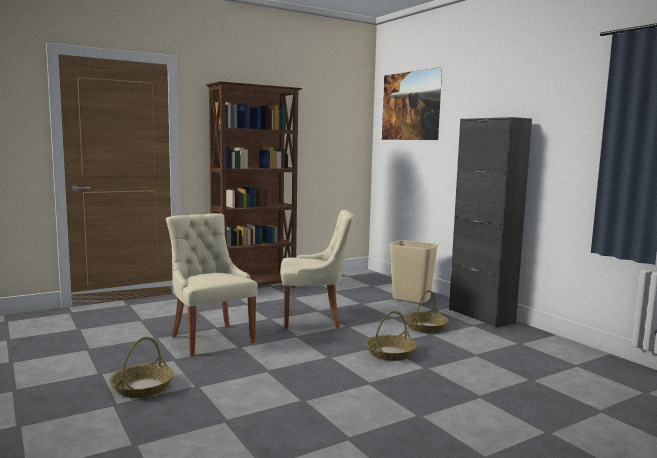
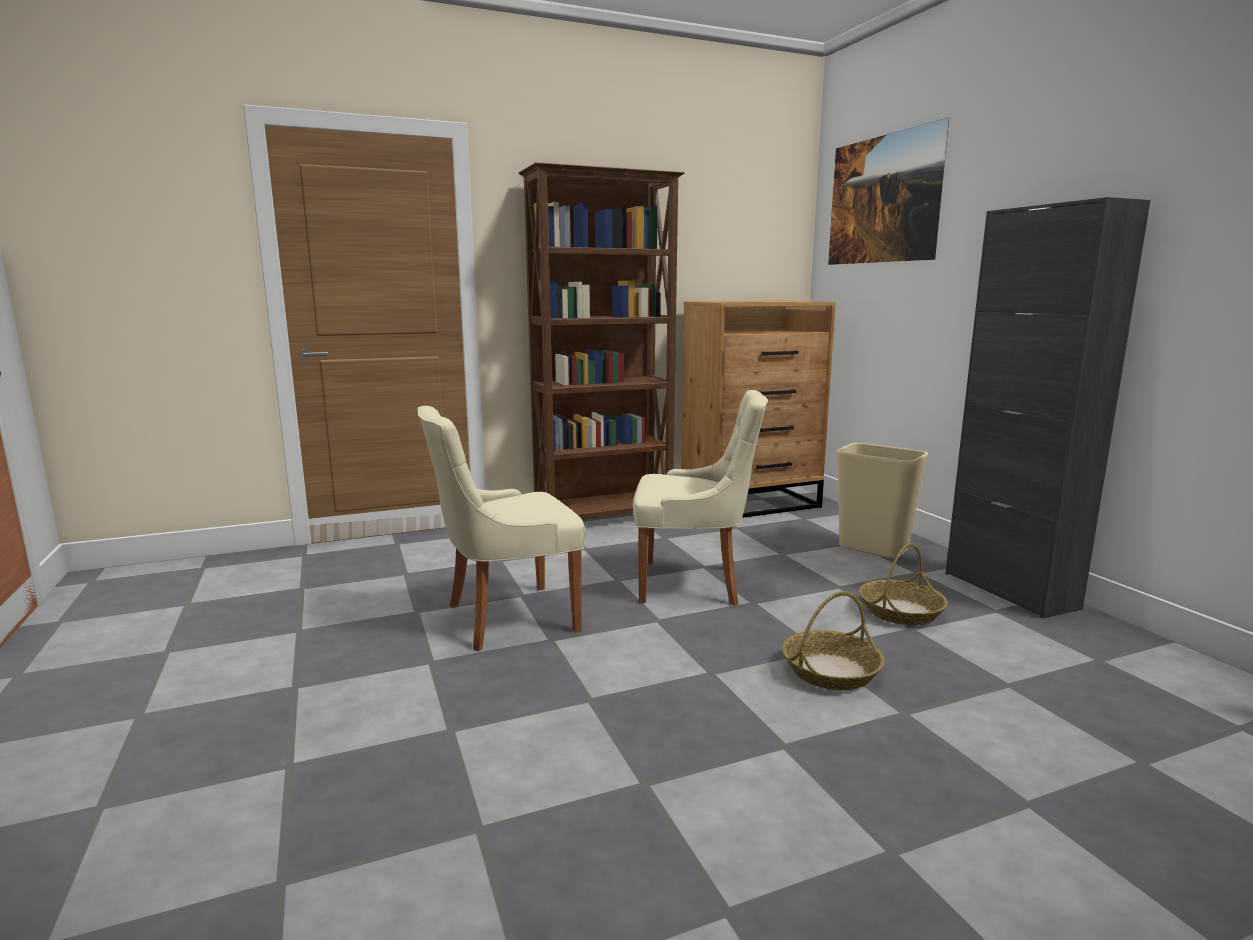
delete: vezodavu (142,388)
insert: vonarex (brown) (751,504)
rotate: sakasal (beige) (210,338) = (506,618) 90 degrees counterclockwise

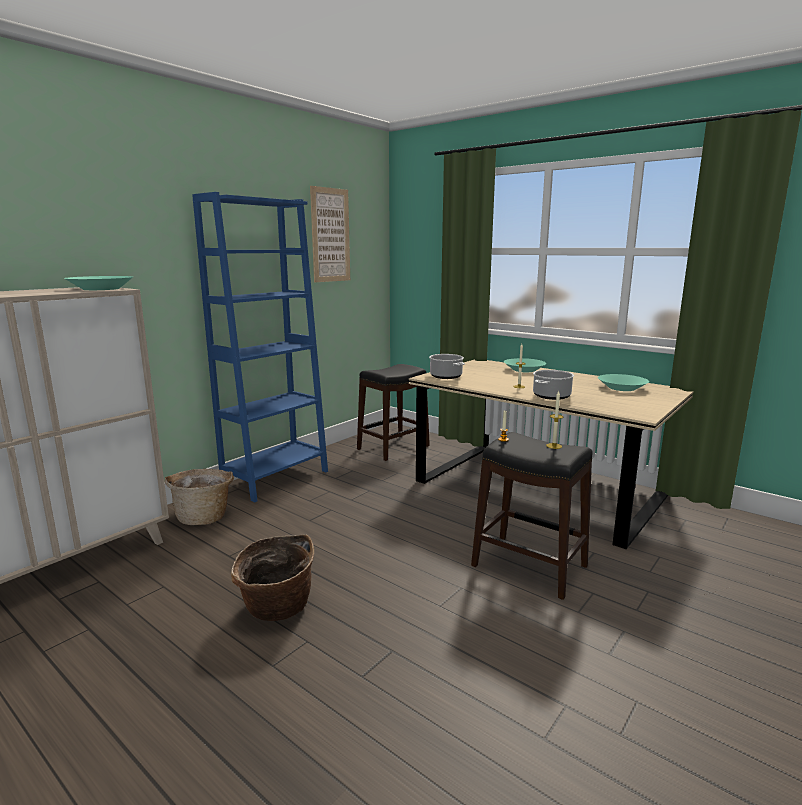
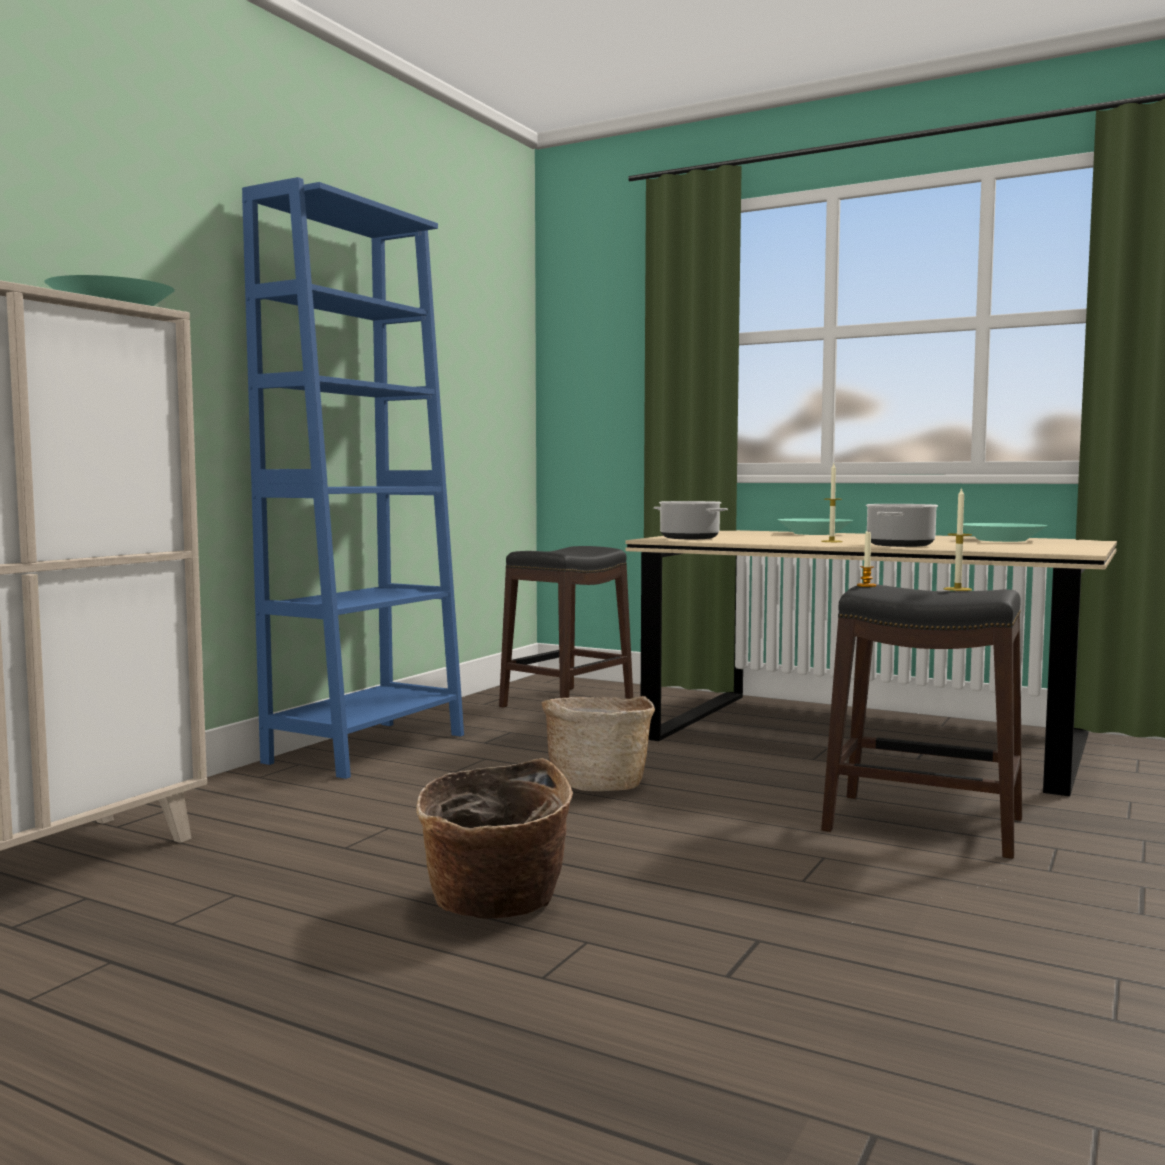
delete: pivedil (330,235)
move: vezodavu (204,517) to (598,785)

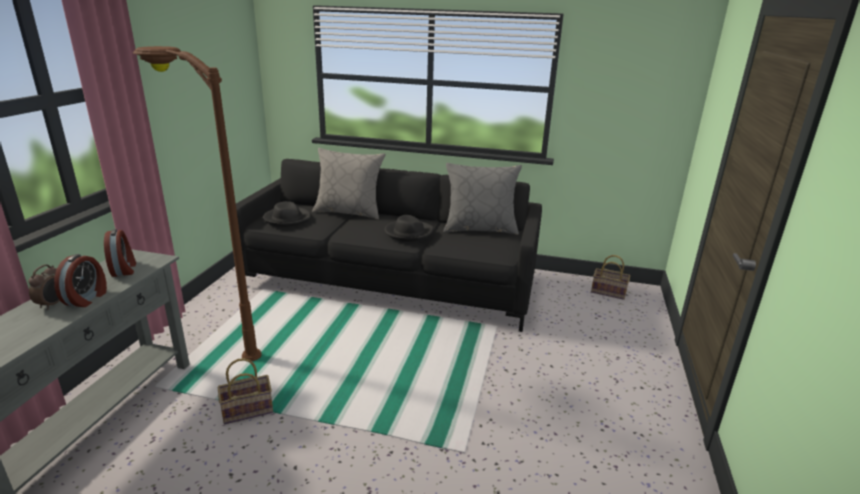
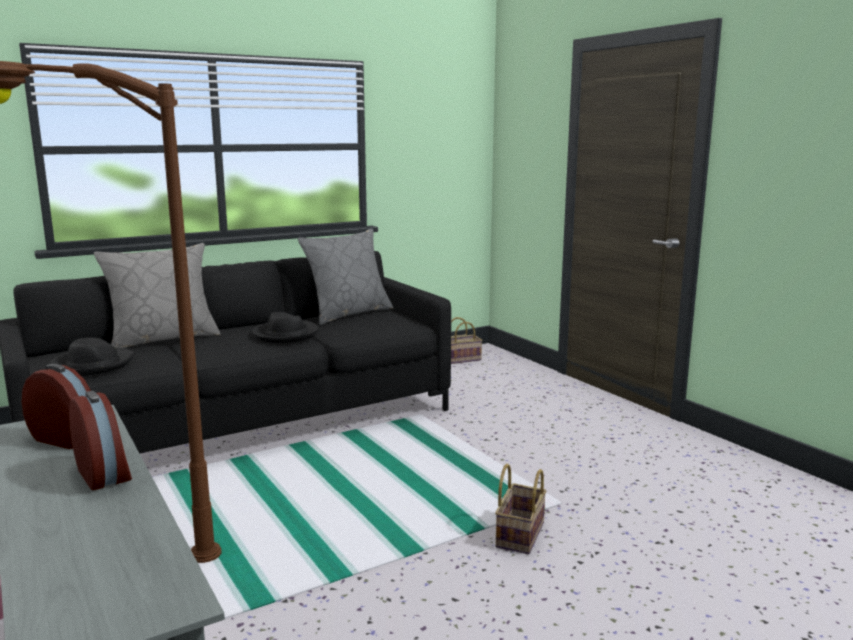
delete: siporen (52,304)
move: vezodavu (249,409) to (519,533)

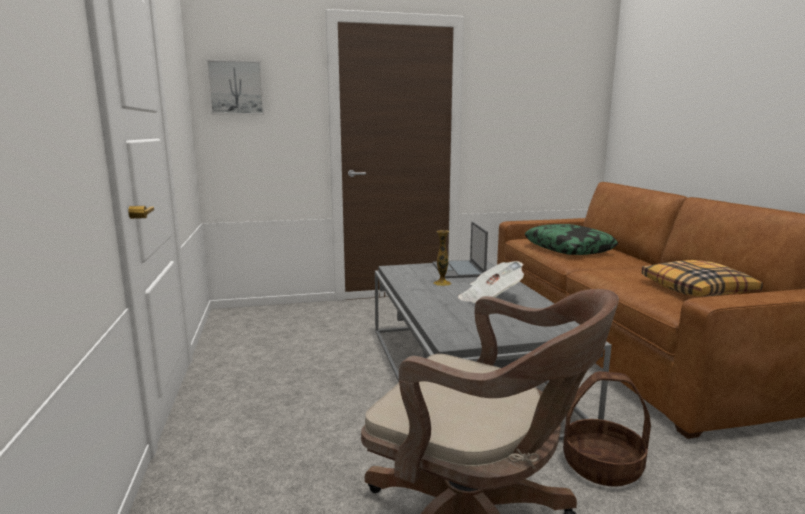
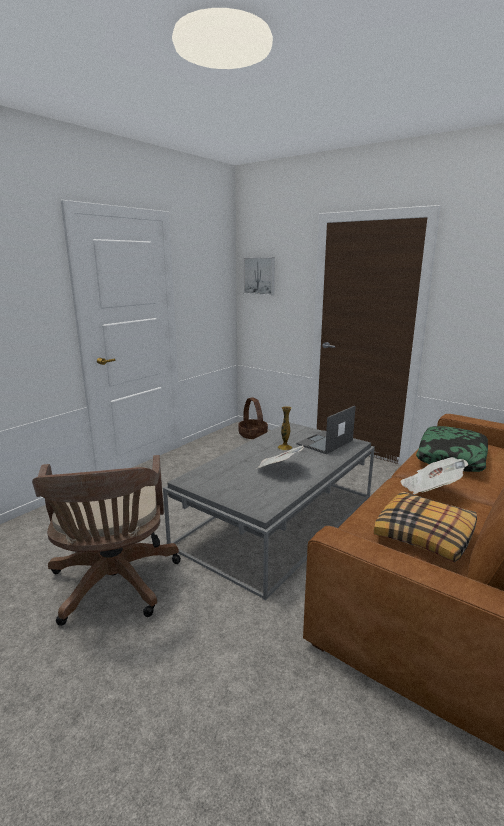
insert: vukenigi (430,489)
move: vezodavu (602,465) to (253,434)

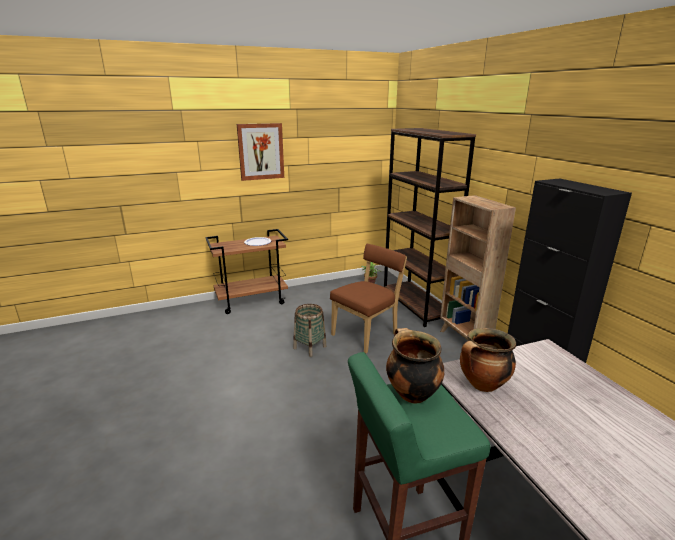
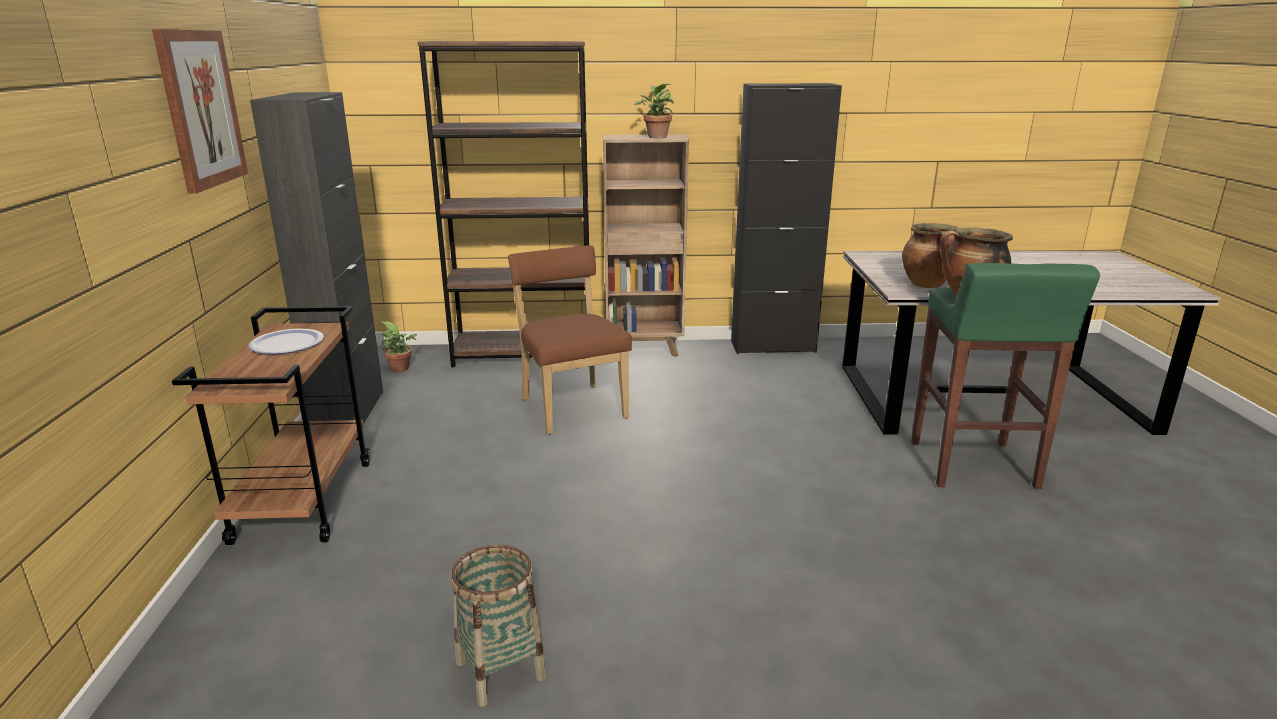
insert: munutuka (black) (349,413); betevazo (656,137)
move: vezodavu (310,347) to (500,669)

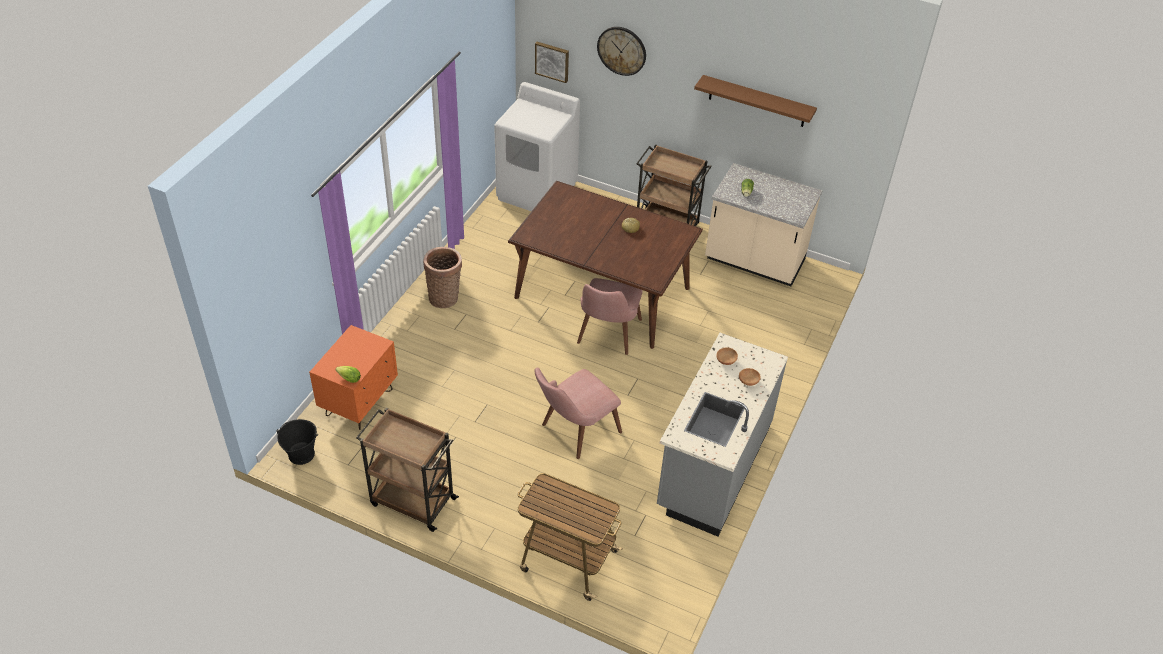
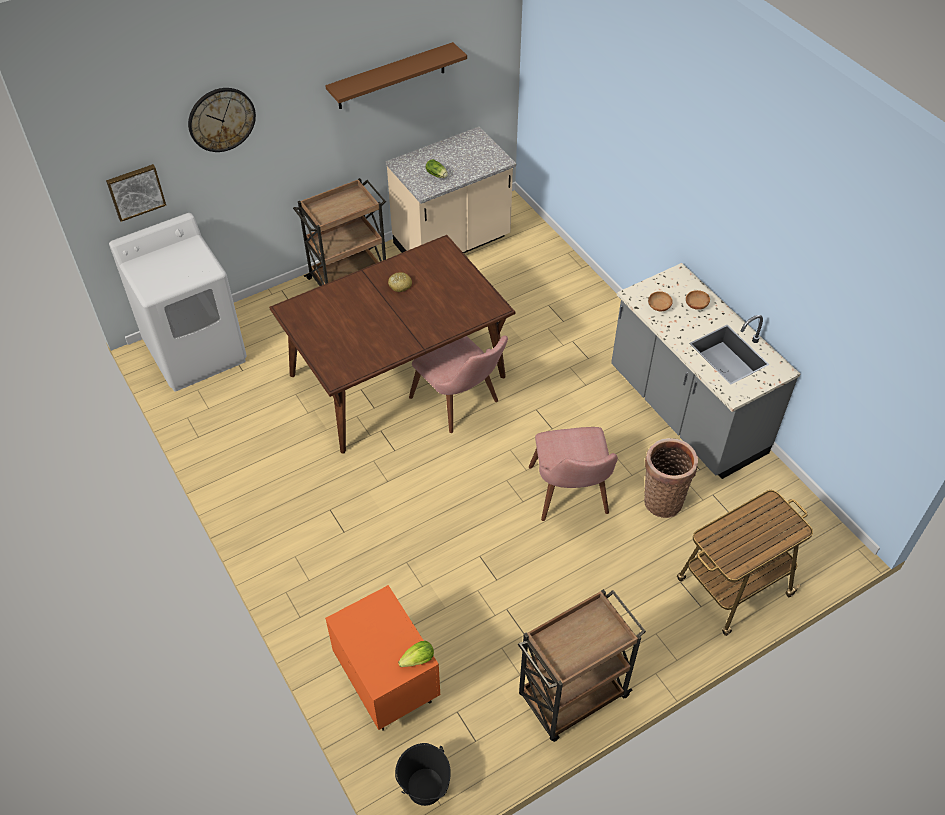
move: vezodavu (445,297) to (662,499)

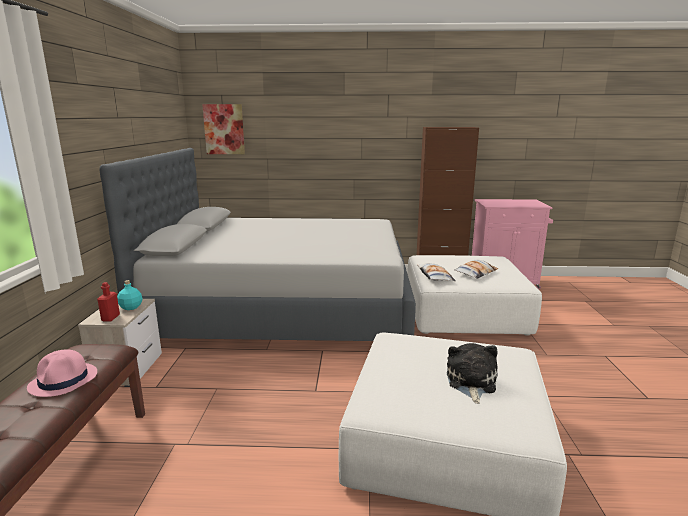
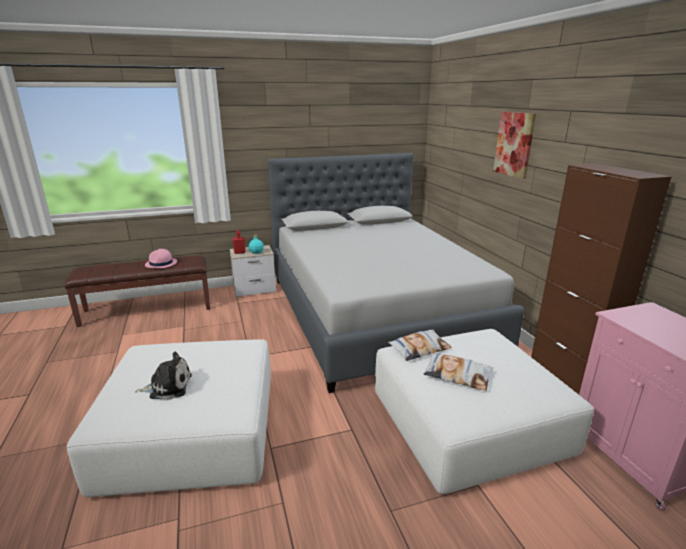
move: pivedil (224,129) to (514,144)

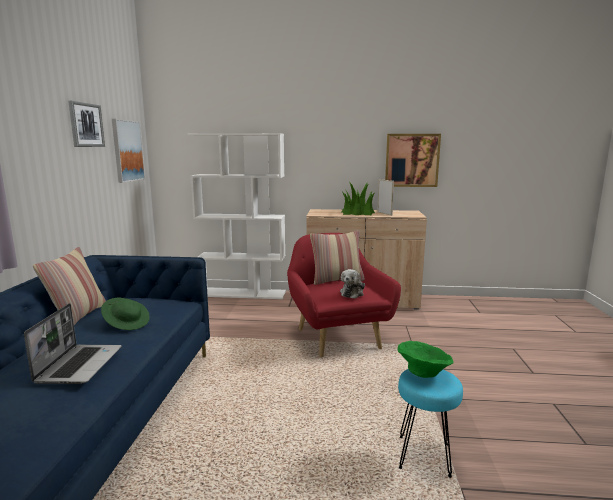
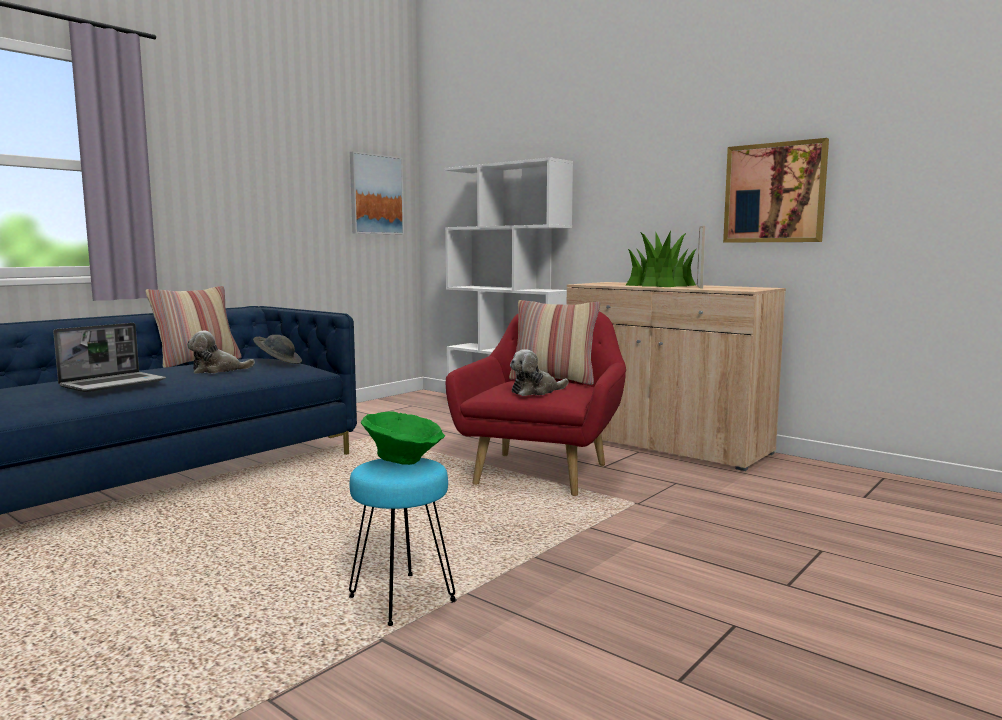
delete: pivedil (86,125)
insert: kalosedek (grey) (278,362)
replace: kalosedek (green) (127,323) to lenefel (217,370)

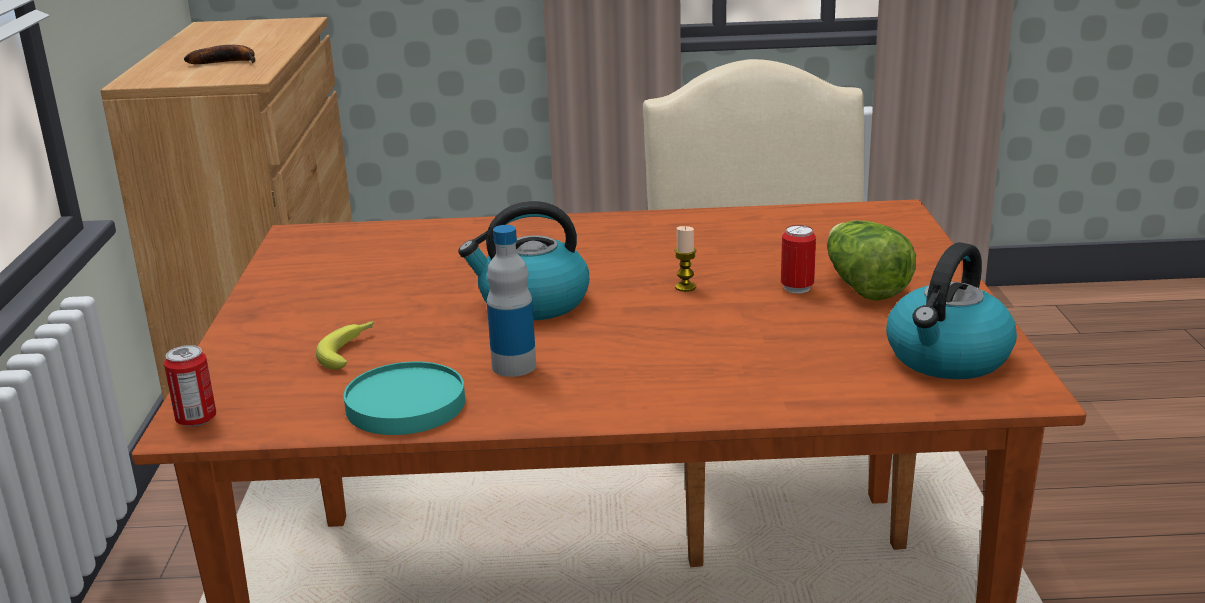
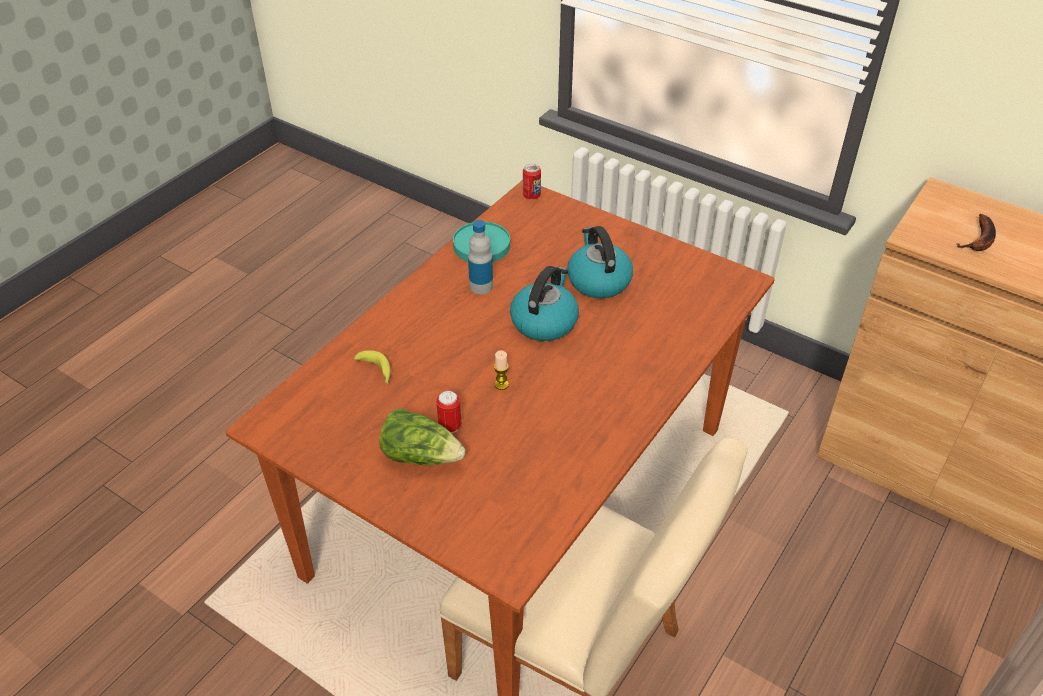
move: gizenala (350,351) to (376,372); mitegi (947,358) to (598,281)

